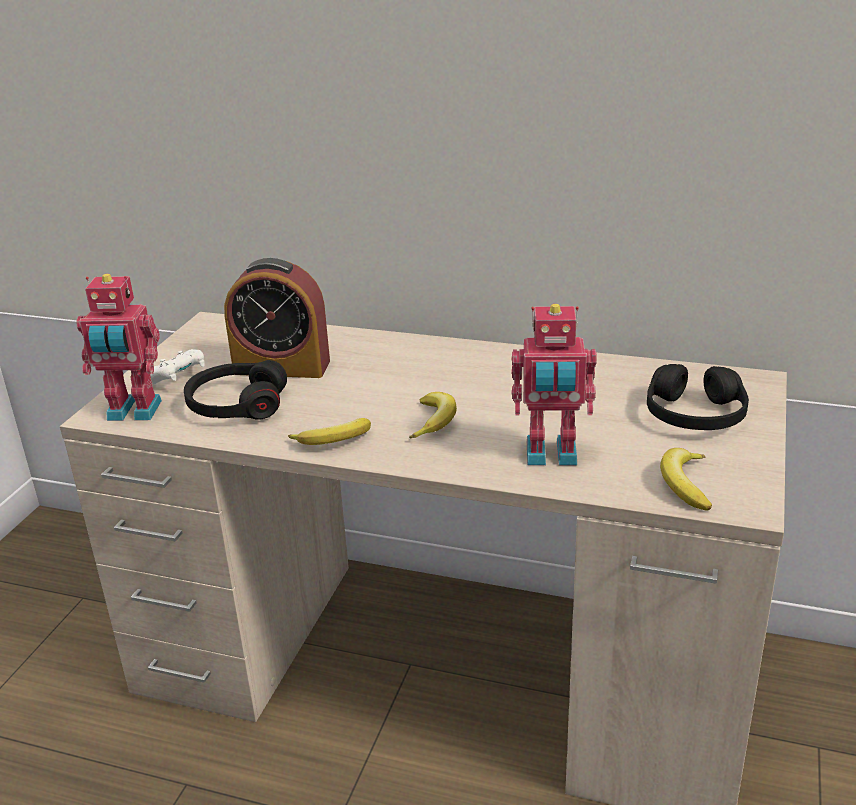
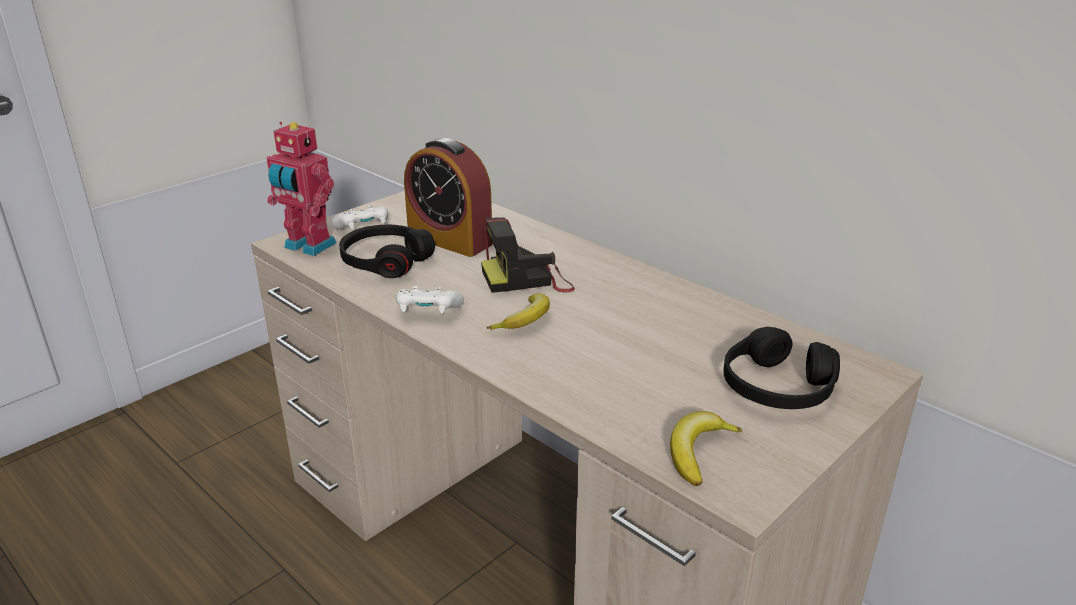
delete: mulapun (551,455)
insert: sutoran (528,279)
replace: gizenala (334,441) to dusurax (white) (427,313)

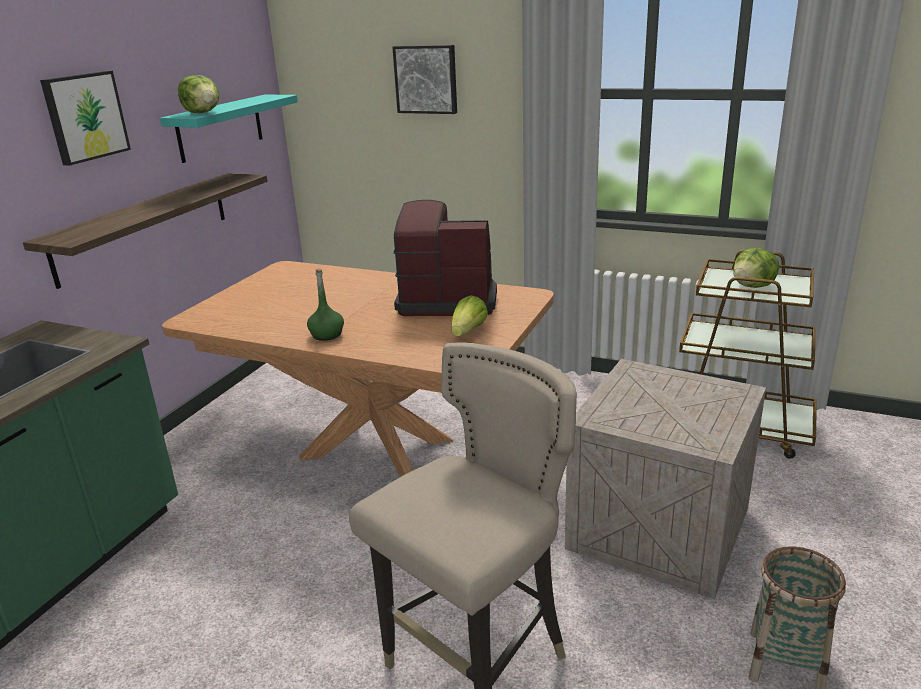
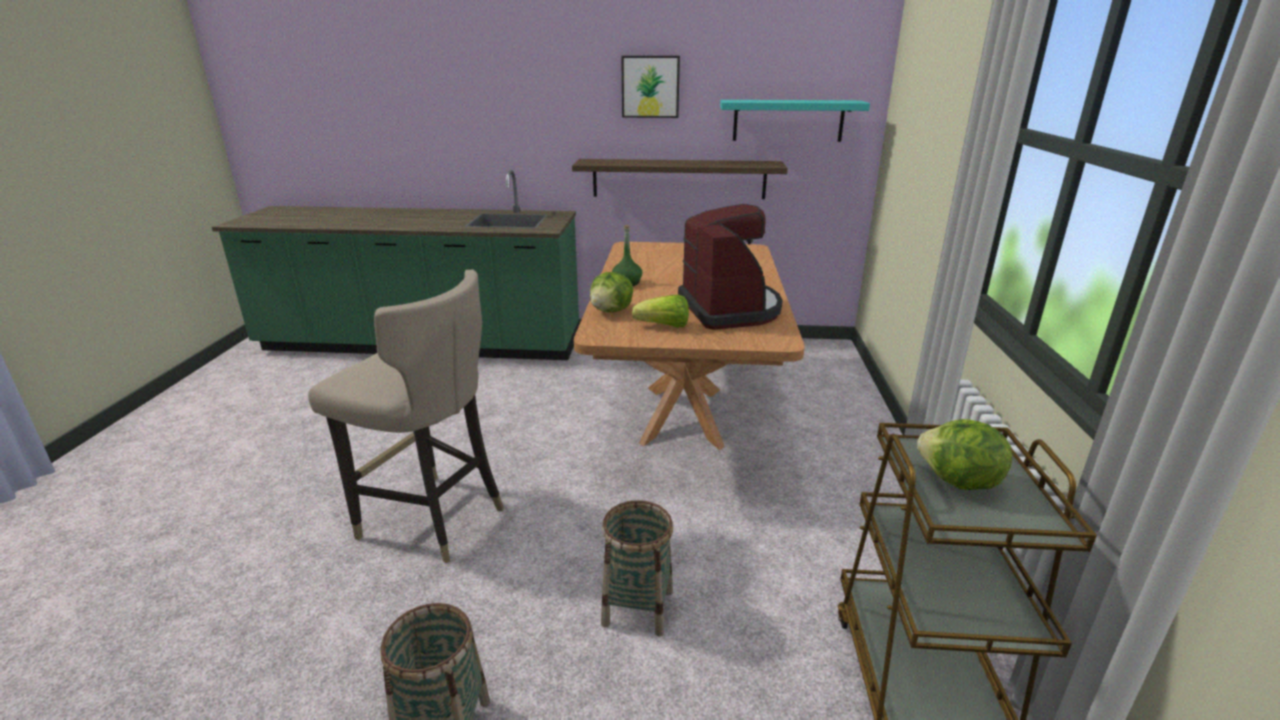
delete: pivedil (426,79)
move: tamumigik (203,113) to (611,311)
replace: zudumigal (655,529) to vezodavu (637,607)

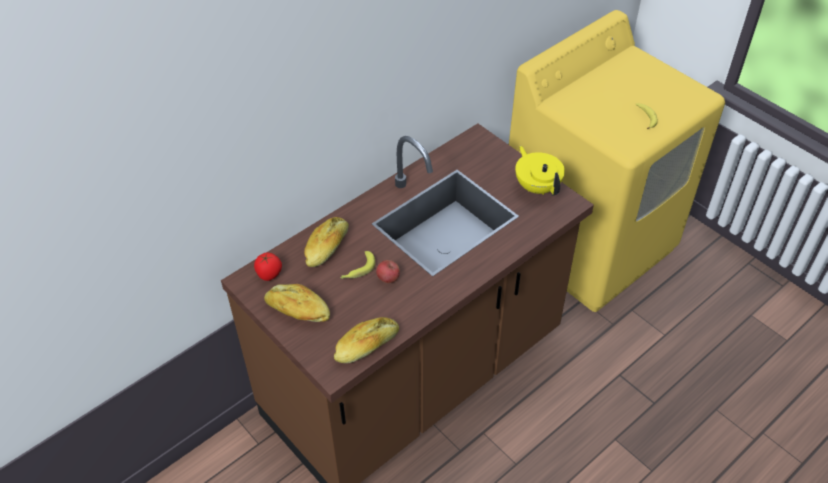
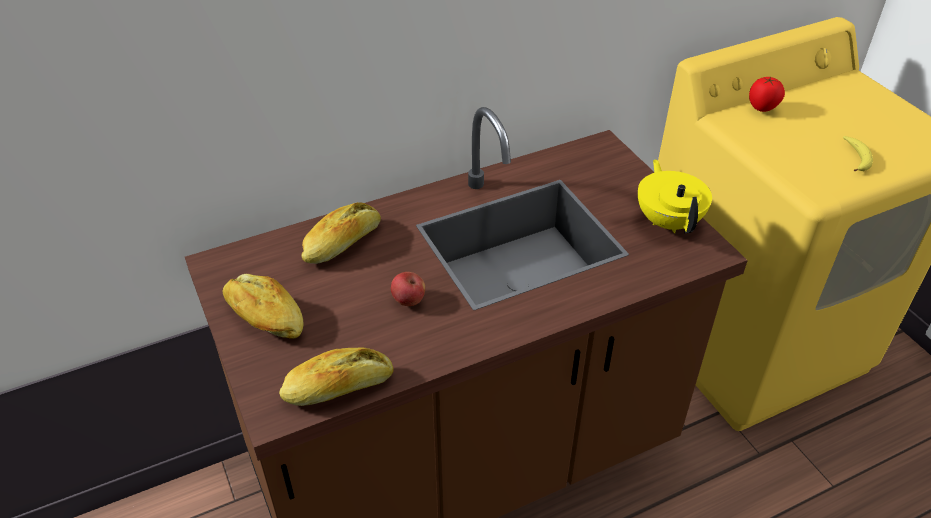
delete: gizenala (357,270)
move: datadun (269,275) to (762,108)

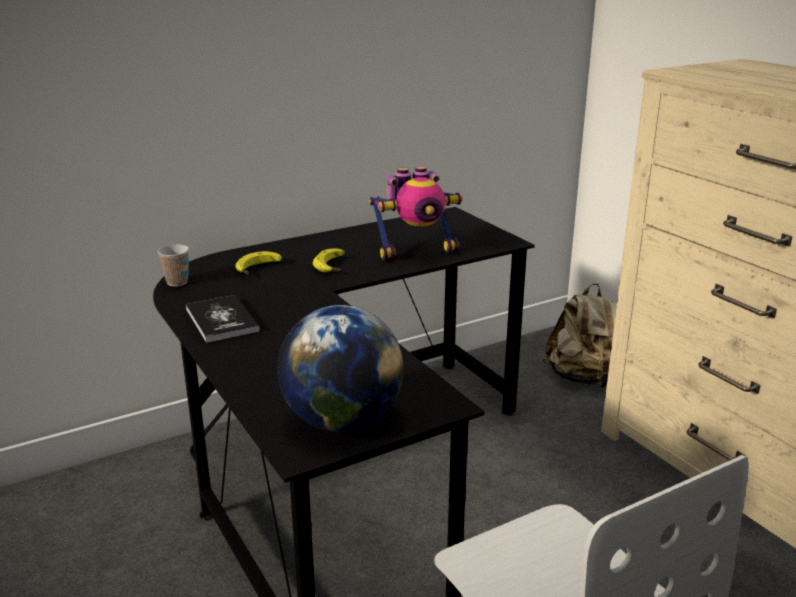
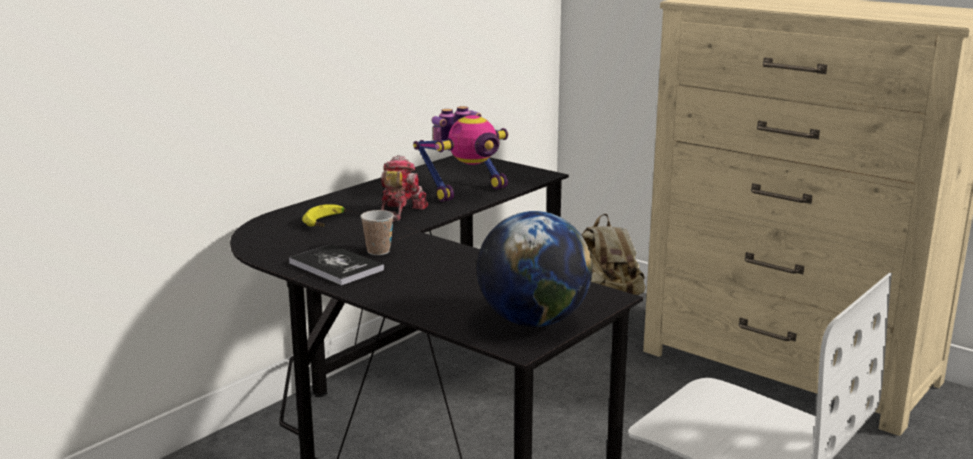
move: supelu (177,282) to (378,251)
replace: gizenala (334,266) to mulapun (399,211)

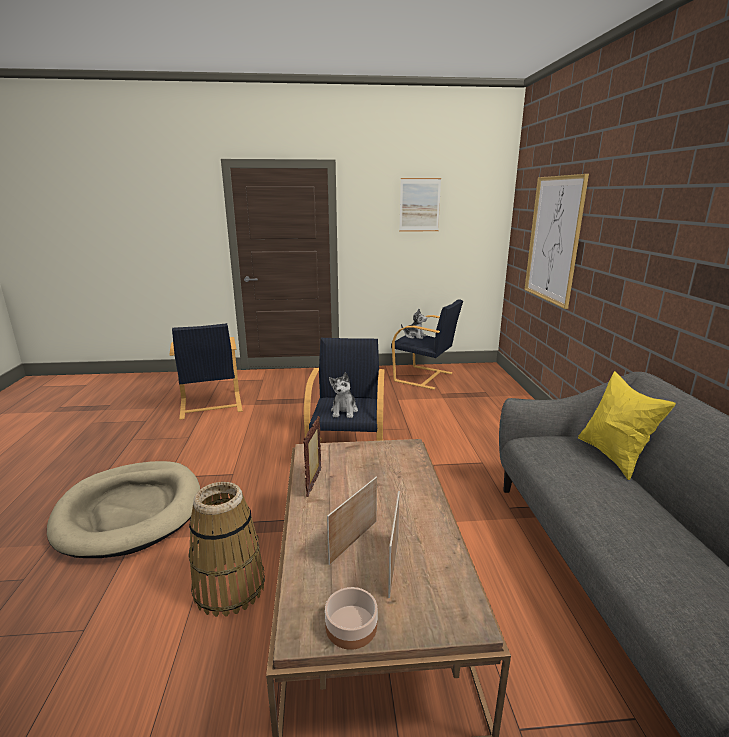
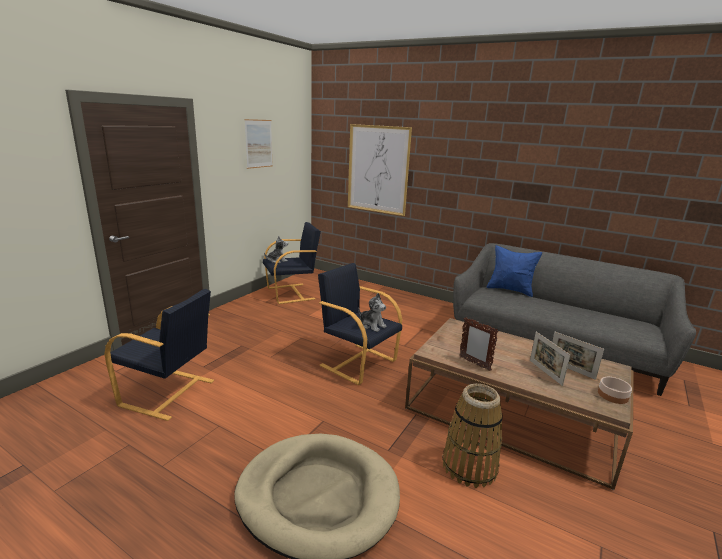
recolor: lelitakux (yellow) (613,456) to lelitakux (blue) (510,290)

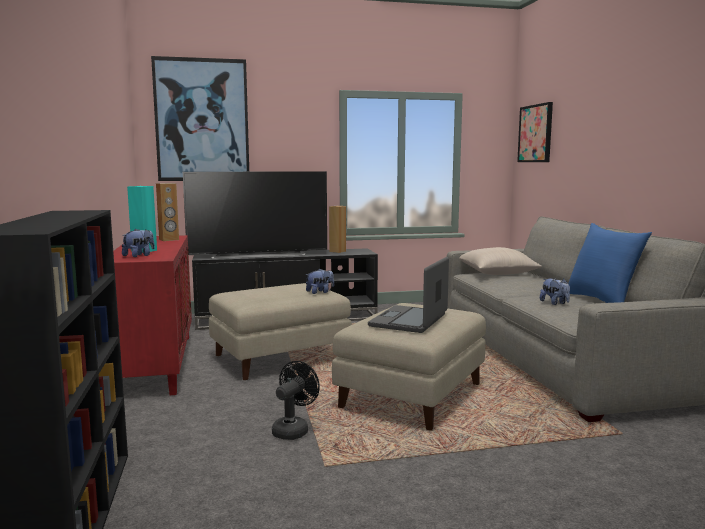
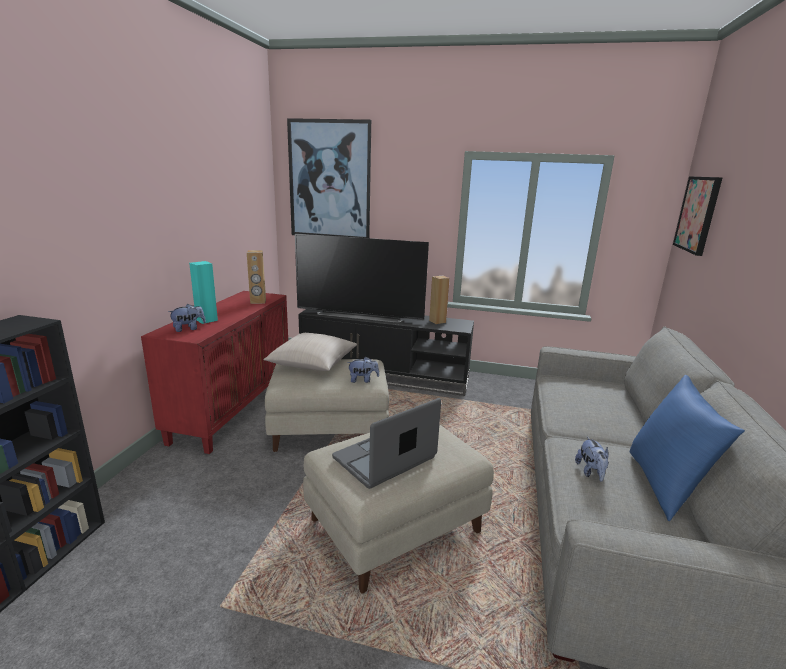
delete: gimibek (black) (293,429)
move: lelitakux (beige) (497,273) to (312,363)

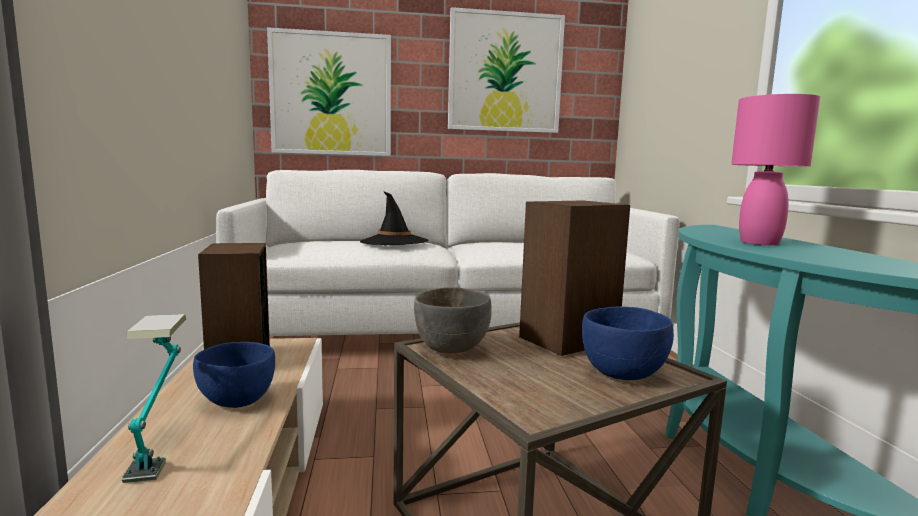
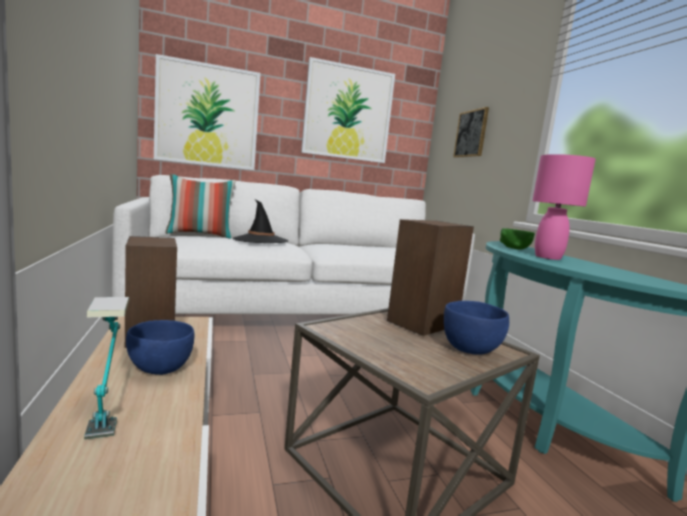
delete: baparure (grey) (452,348)
insert: lelitakux (200,235); pivedil (471,133); baparure (green) (514,248)

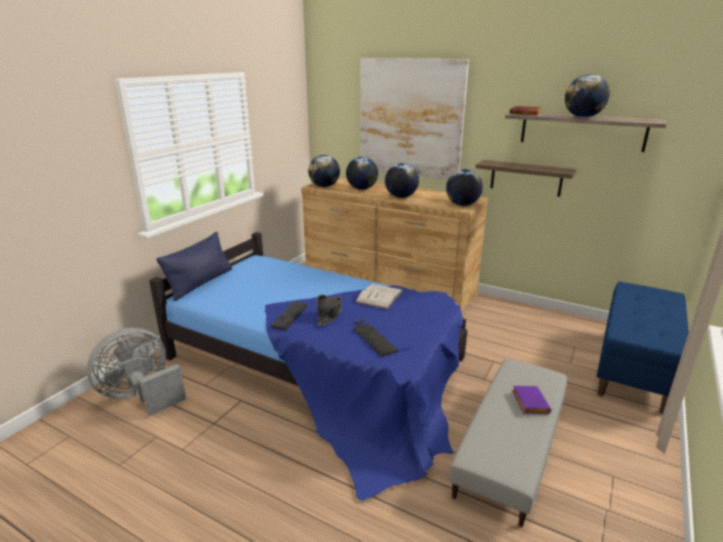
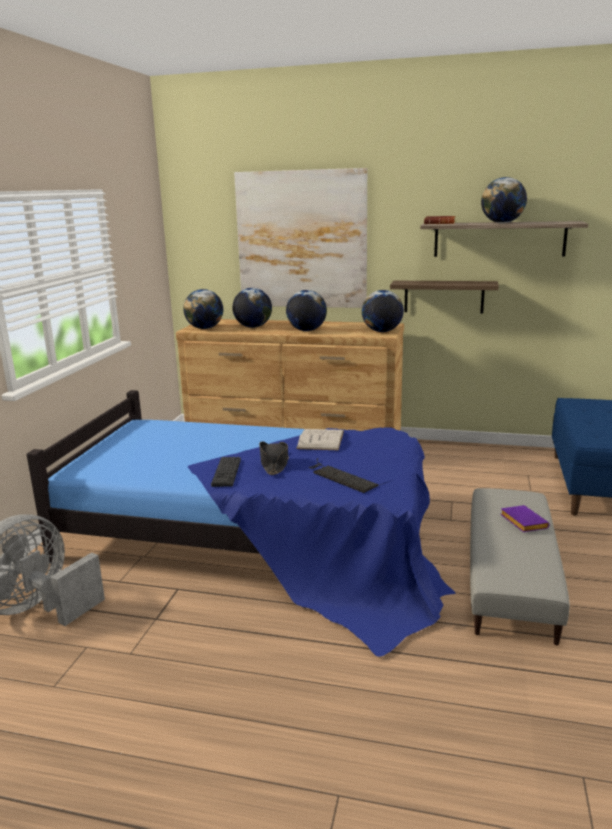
delete: lelitakux (blue) (201,283)

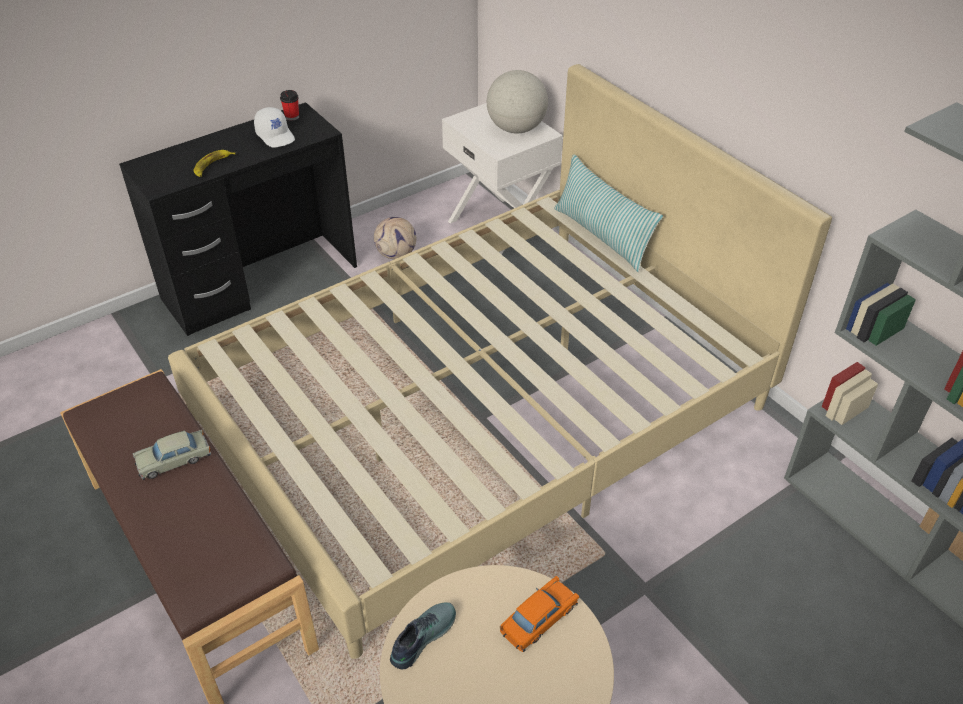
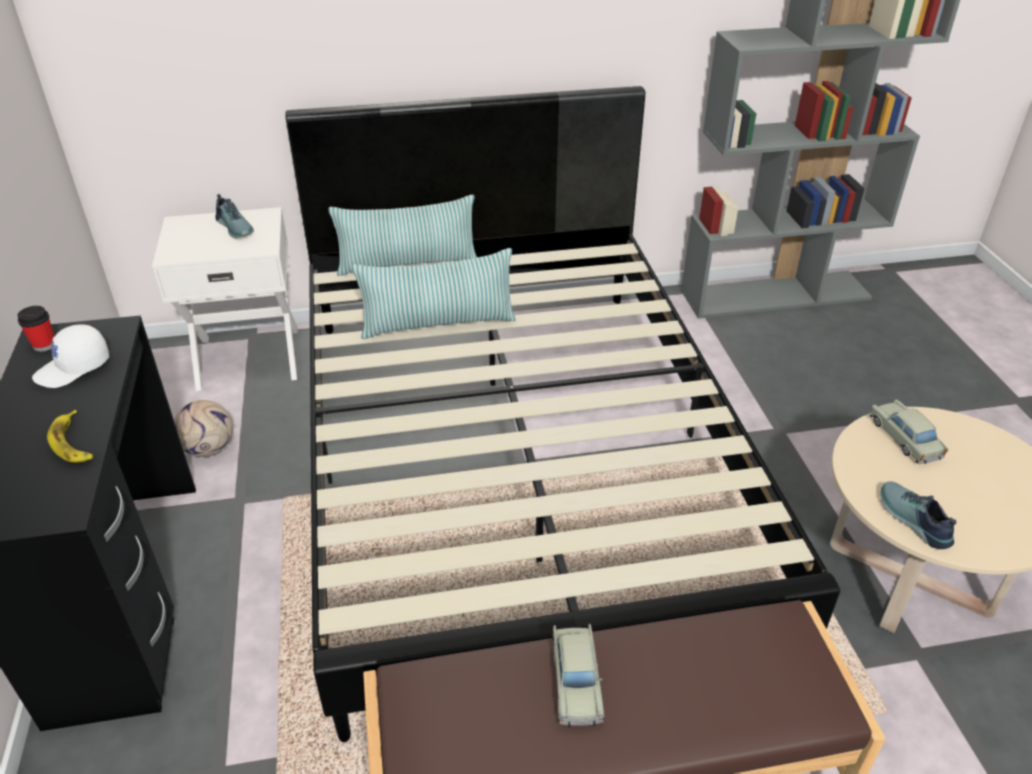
insert: lelitakux (438,323)
replace: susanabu (516,129) to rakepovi (236,227)
recolor: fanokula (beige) (482,413) to fanokula (black) (517,460); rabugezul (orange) (538,619) to rabugezul (beige) (904,439)
rotate: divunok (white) (276,136) = (73,368) 150 degrees clockwise

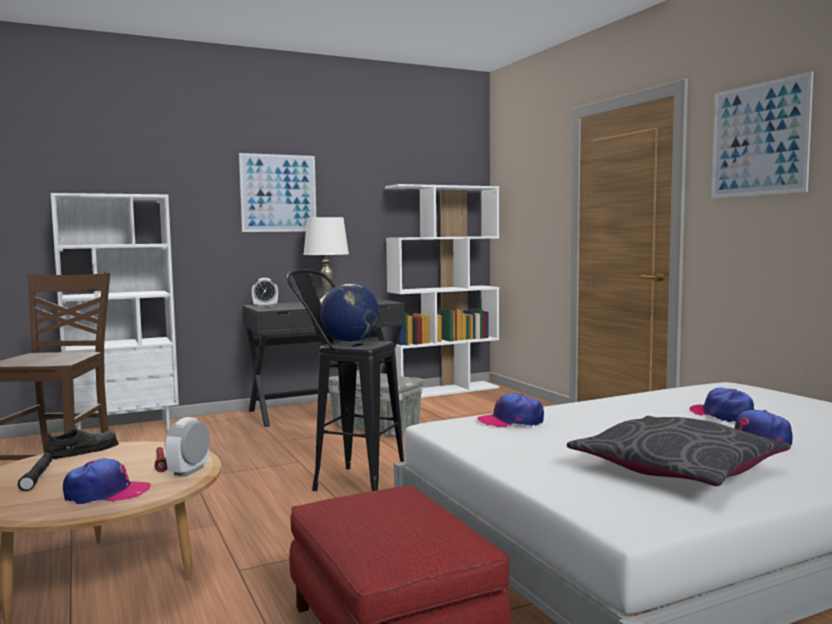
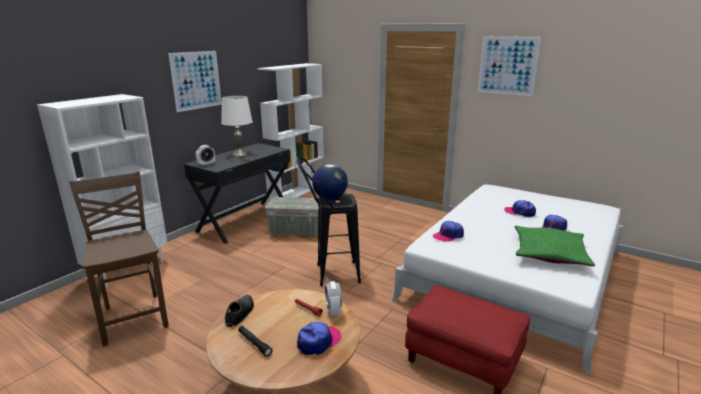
recolor: lelitakux (grey) (676,469) to lelitakux (green) (549,253)

